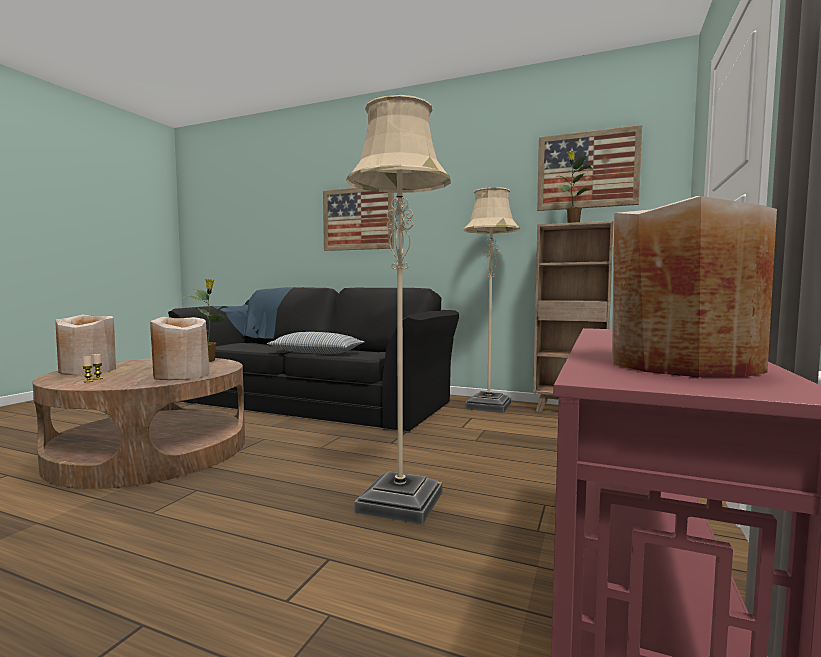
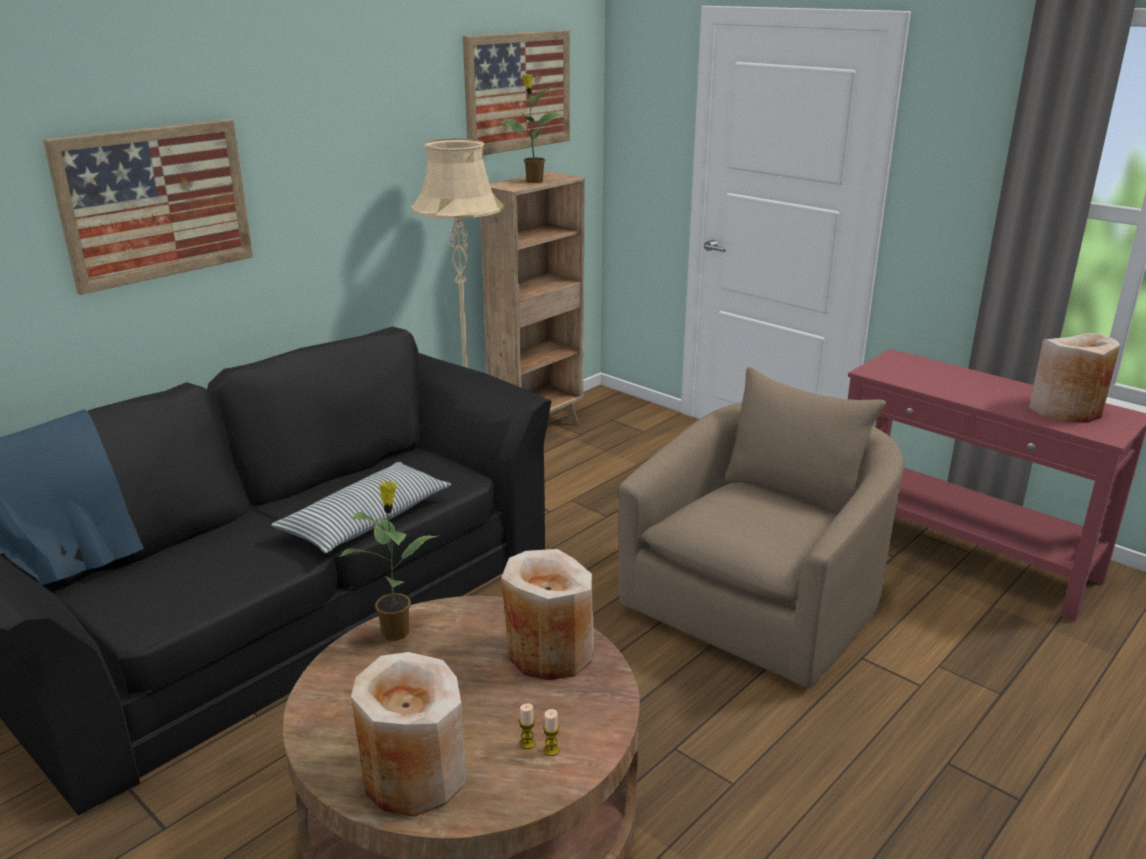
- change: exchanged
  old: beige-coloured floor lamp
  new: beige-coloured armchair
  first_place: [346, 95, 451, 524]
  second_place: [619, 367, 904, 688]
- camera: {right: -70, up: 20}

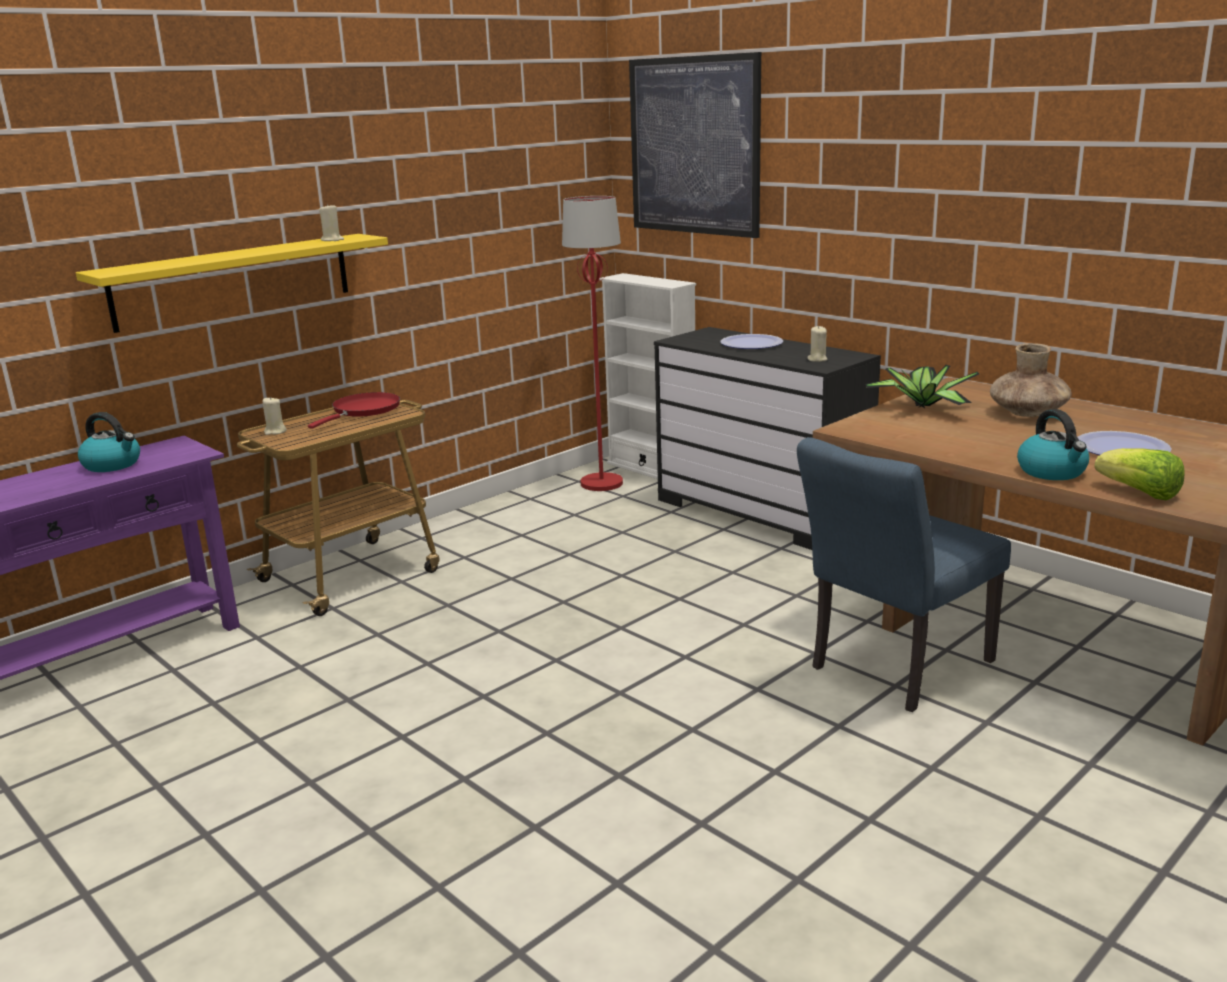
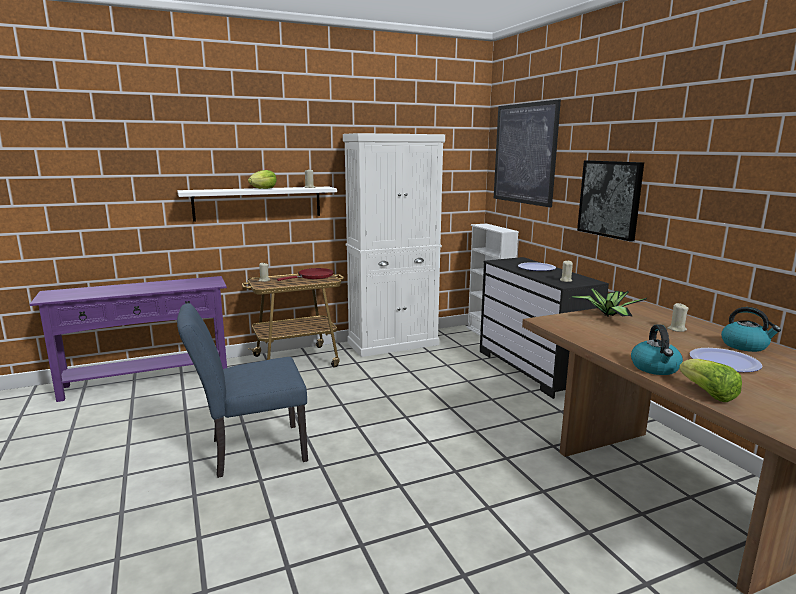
- change: missing
  old: red-coloured floor lamp
  first_place: [562, 196, 623, 491]
- change: colour
  old: yellow bracket shelf
  new: whitish bracket shelf
  first_place: [76, 234, 388, 333]
  second_place: [177, 186, 337, 222]
- change: exchanged
  old: brown-coloured vase
  new: beige-coloured wax candle
  first_place: [990, 343, 1072, 417]
  second_place: [667, 303, 689, 332]
- change: relocated
  old: water kettle
  first_place: [78, 412, 140, 472]
  second_place: [721, 307, 781, 352]
- change: relocated
  old: blue-coloured plain chair
  first_place: [797, 437, 1011, 712]
  second_place: [177, 303, 308, 478]
- change: appeared
  new: whitish storage cabinet
  second_place: [343, 133, 445, 357]
- change: appeared
  new: picture
  second_place: [577, 160, 644, 242]
- change: appeared
  new: head of lettuce
  second_place: [248, 170, 277, 189]
- camera: {right: 20, up: -5}

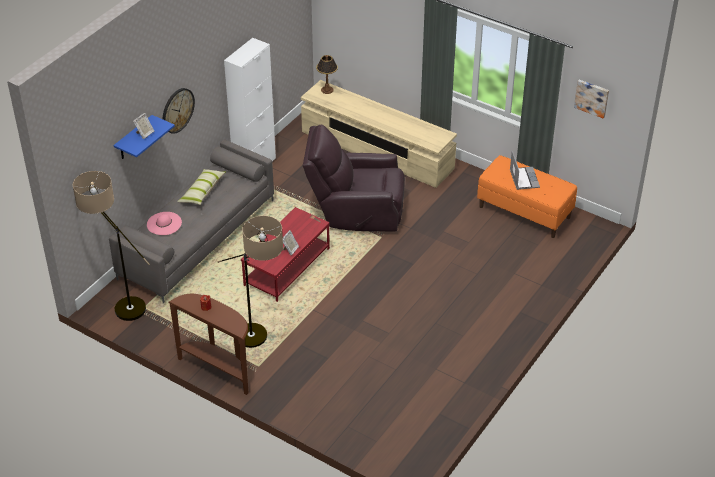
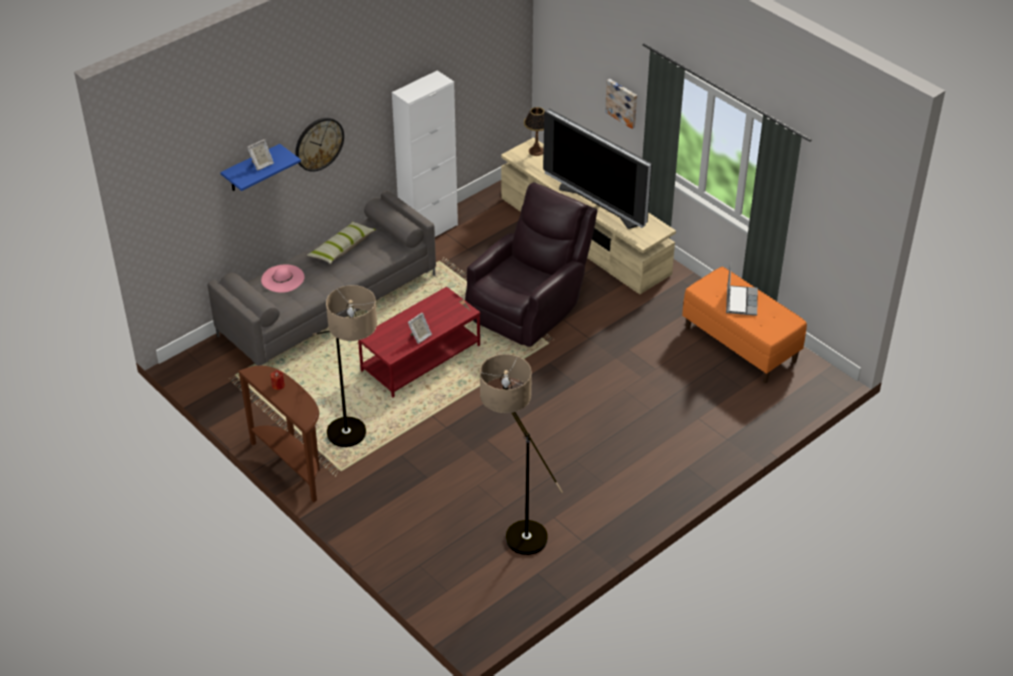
- change: relocated
  old: picture
  first_place: [574, 80, 609, 118]
  second_place: [605, 79, 637, 129]
- change: spun
  old: brown-coloured armchair
  first_place: [303, 124, 405, 231]
  second_place: [465, 182, 597, 347]
  degrees: 105
- change: relocated
  old: floor lamp
  first_place: [73, 171, 150, 321]
  second_place: [480, 354, 563, 555]
- change: appeared
  new: television
  second_place: [543, 109, 652, 229]
- camera: {right: 15, up: 0}

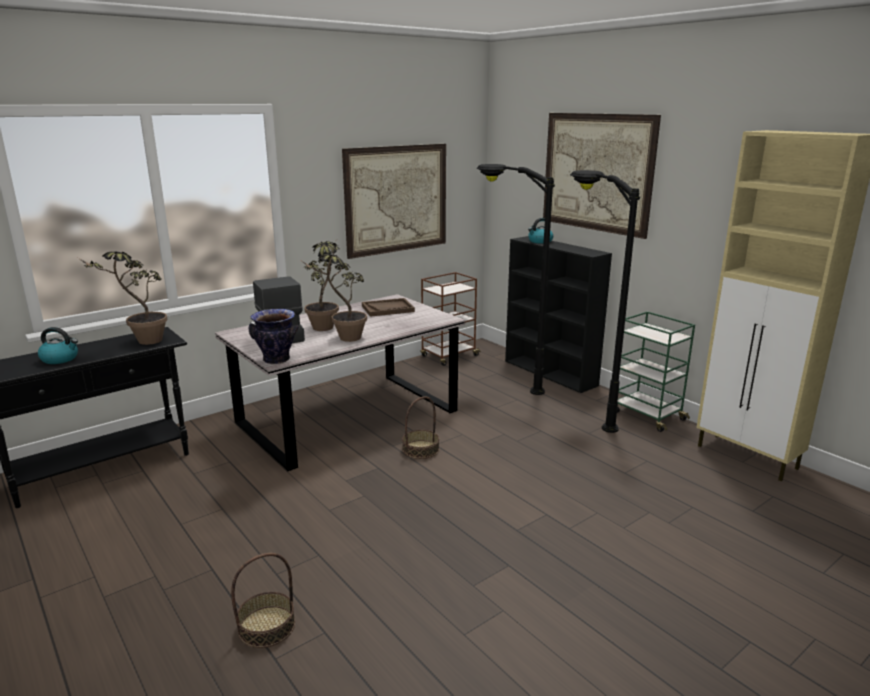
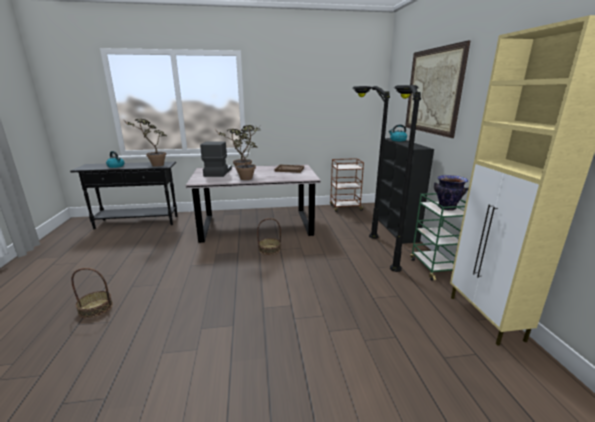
- change: missing
  old: picture
  first_place: [342, 144, 446, 259]
- change: relocated
  old: vase
  first_place: [249, 309, 299, 364]
  second_place: [434, 175, 469, 211]
- camera: {right: 30, up: 0}

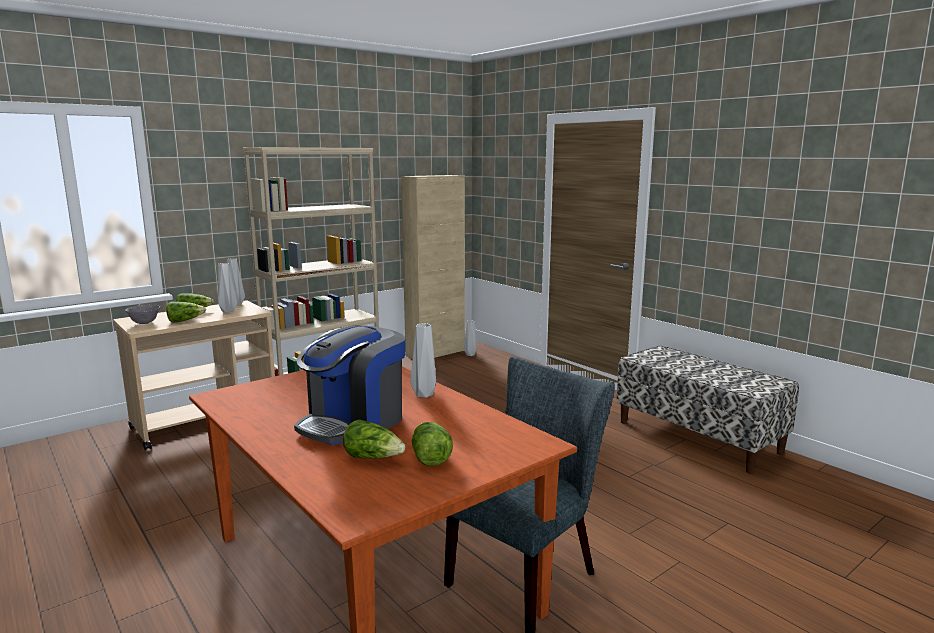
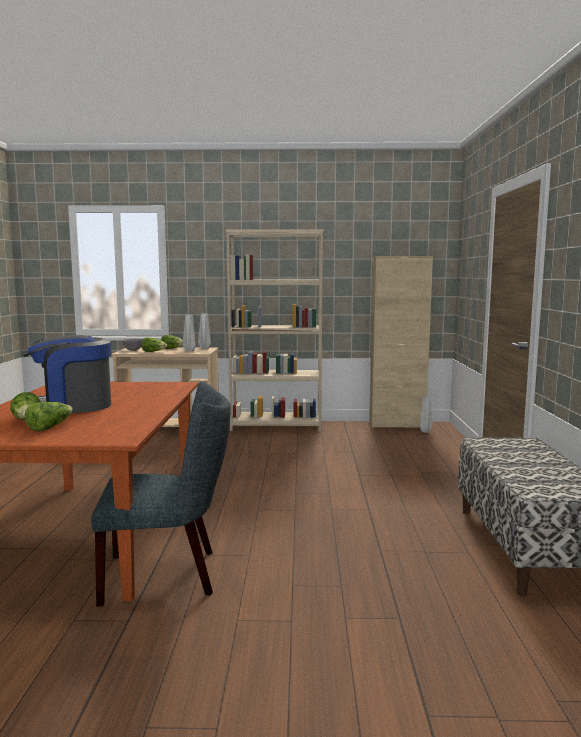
- change: missing
  old: gray vase
  first_place: [410, 323, 436, 398]
- camera: {right: 40, up: -5}

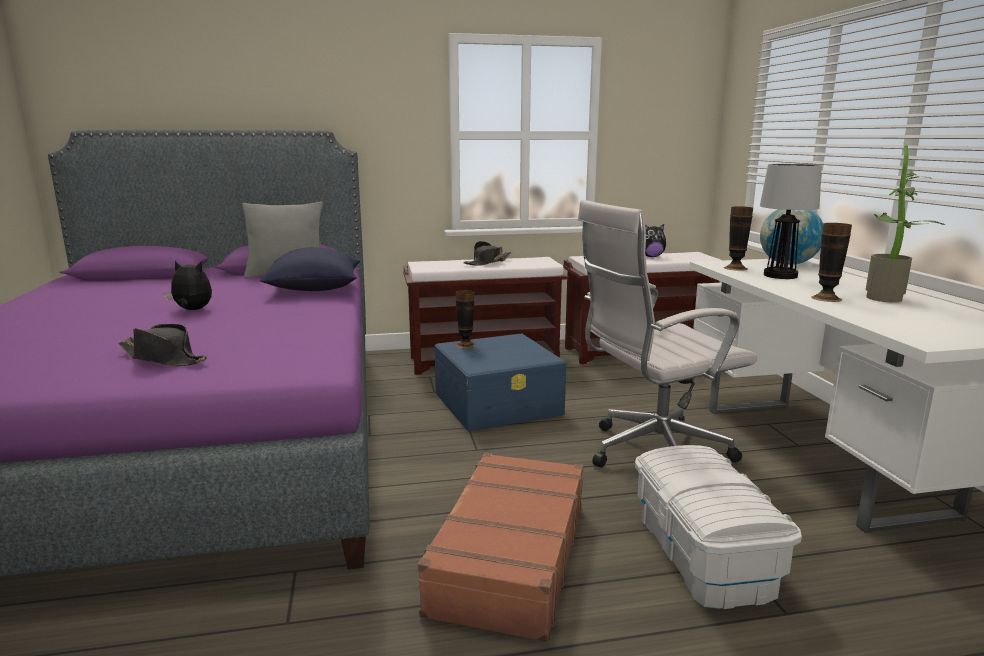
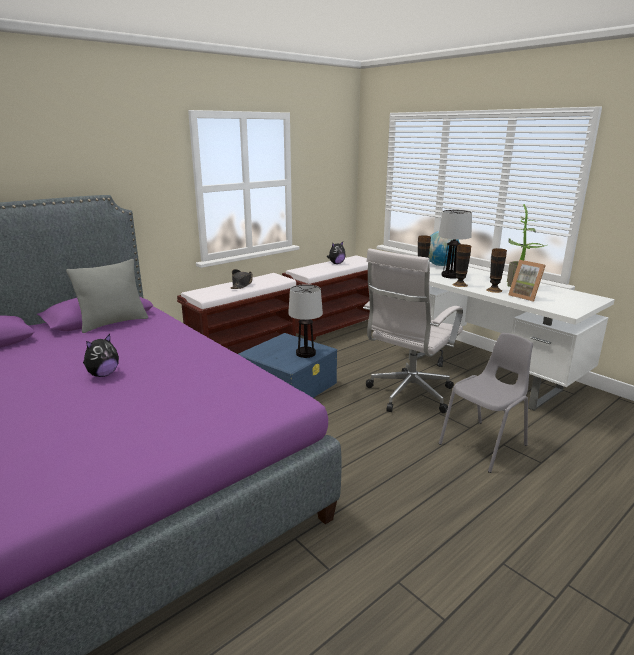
- change: missing
  old: blue-coloured pillow
  first_place: [260, 248, 360, 291]
- change: spun
  old: soft toy
  first_place: [164, 261, 212, 310]
  second_place: [83, 334, 119, 377]
  degrees: 150
- change: relocated
  old: vase
  first_place: [455, 290, 476, 348]
  second_place: [452, 244, 471, 287]
- change: missing
  old: black-coloured wearable hat
  first_place: [119, 324, 208, 366]
- change: exchanged
  old: whitish storage box
  new: gray plain chair
  first_place: [635, 445, 802, 609]
  second_place: [439, 333, 533, 473]
- change: missing
  old: brown-coloured travel case
  first_place: [417, 453, 583, 642]
- change: appeared
  new: photo frame
  second_place: [508, 260, 546, 302]
- change: appeared
  new: lamp for a table
  second_place: [288, 284, 323, 358]
- camera: {right: -30, up: 5}

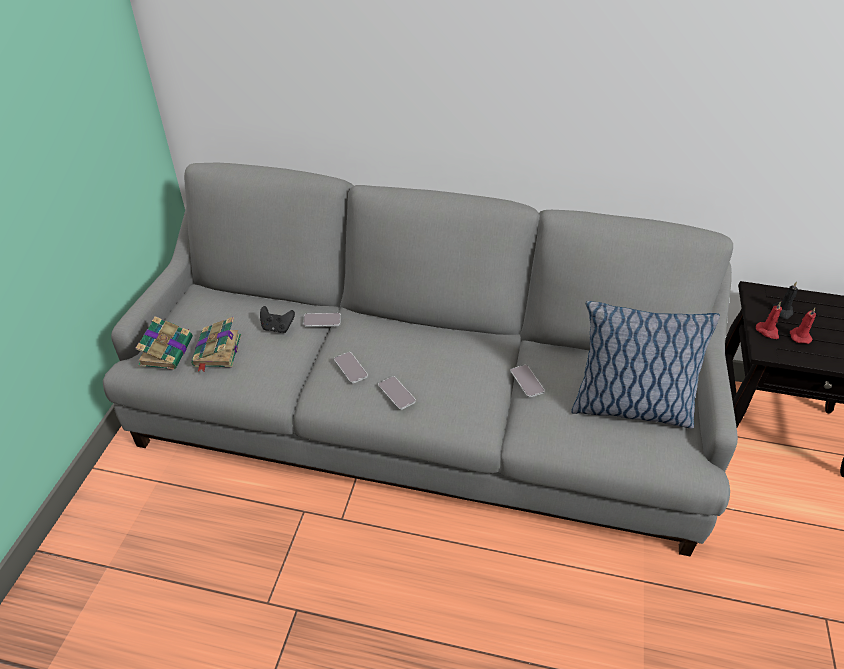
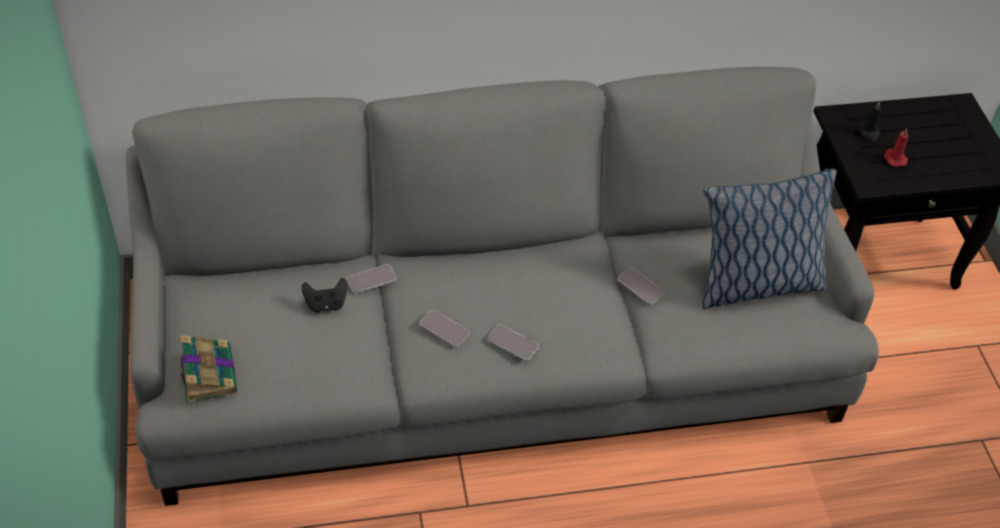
- change: missing
  old: red-coloured wax candle
  first_place: [756, 302, 782, 339]
- change: missing
  old: bound book
  first_place: [191, 317, 241, 372]
- camera: {right: -25, up: 5}

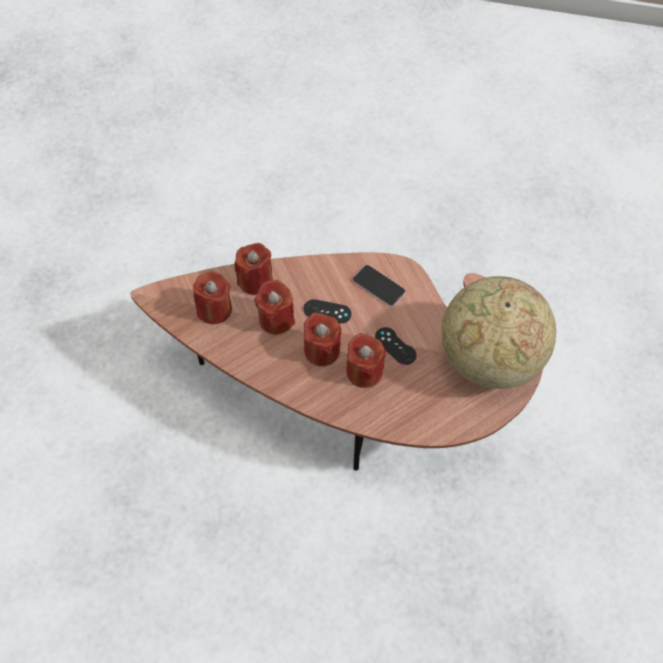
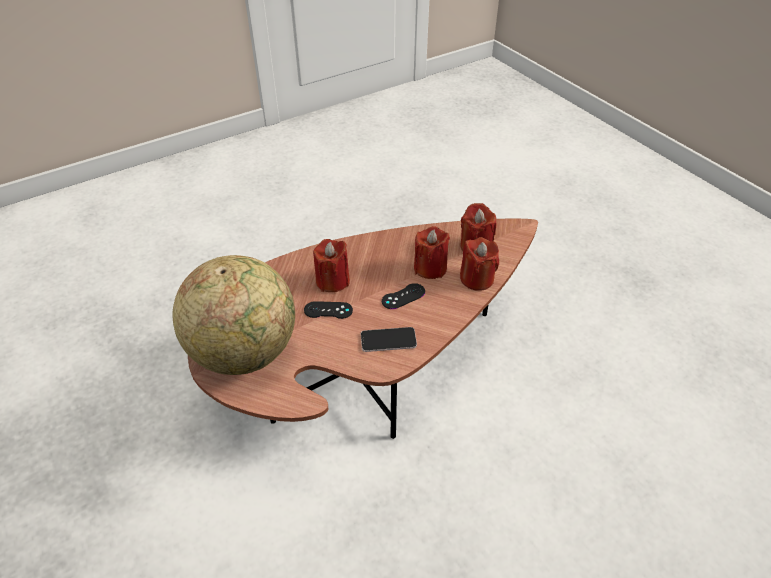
- change: missing
  old: red-coloured wax candle
  first_place: [304, 312, 342, 366]
- camera: {right: 135, up: -15}

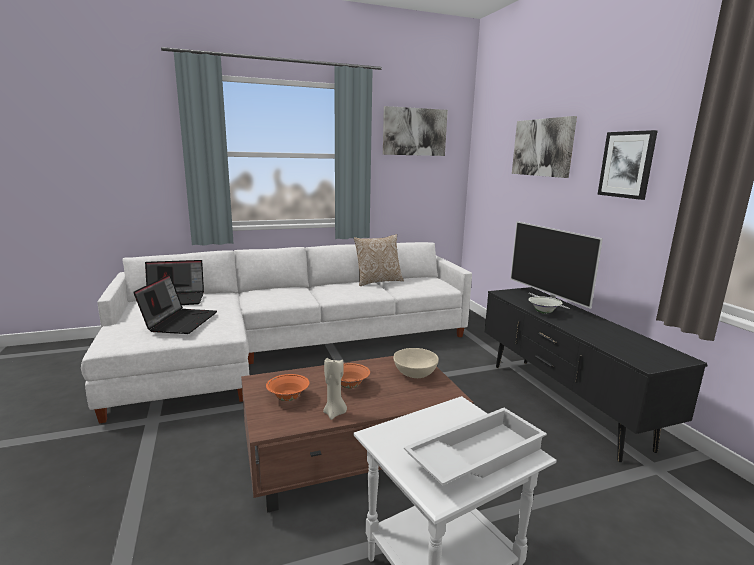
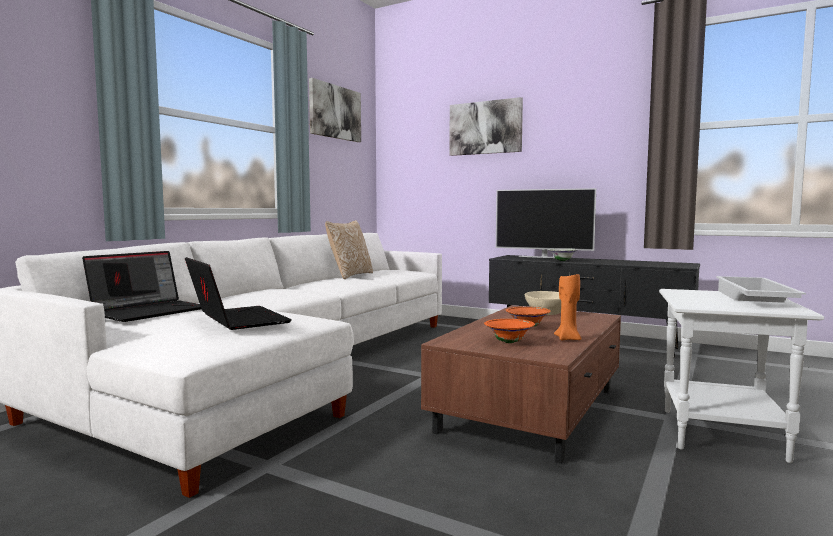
- change: missing
  old: picture
  first_place: [598, 130, 658, 200]
- change: colour
  old: beige-coloured wax candle
  new: orangey wax candle
  first_place: [323, 358, 347, 420]
  second_place: [554, 274, 581, 340]
- camera: {right: -40, up: -10}

